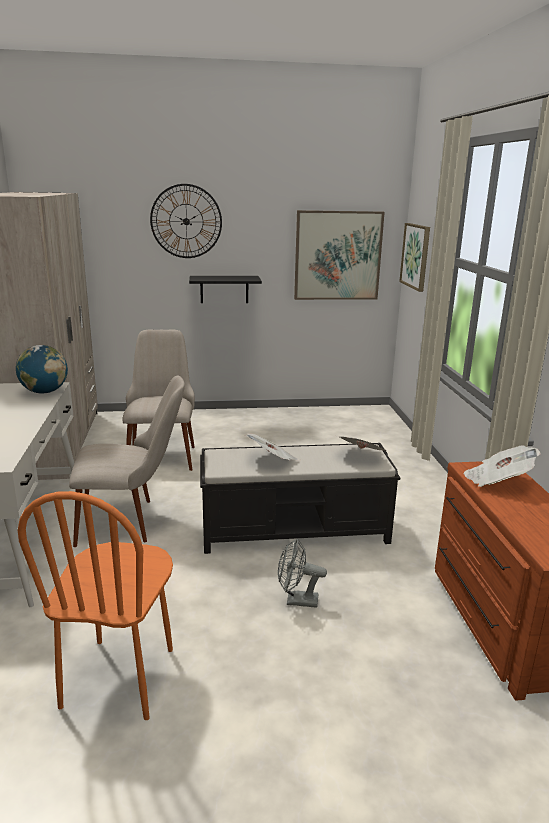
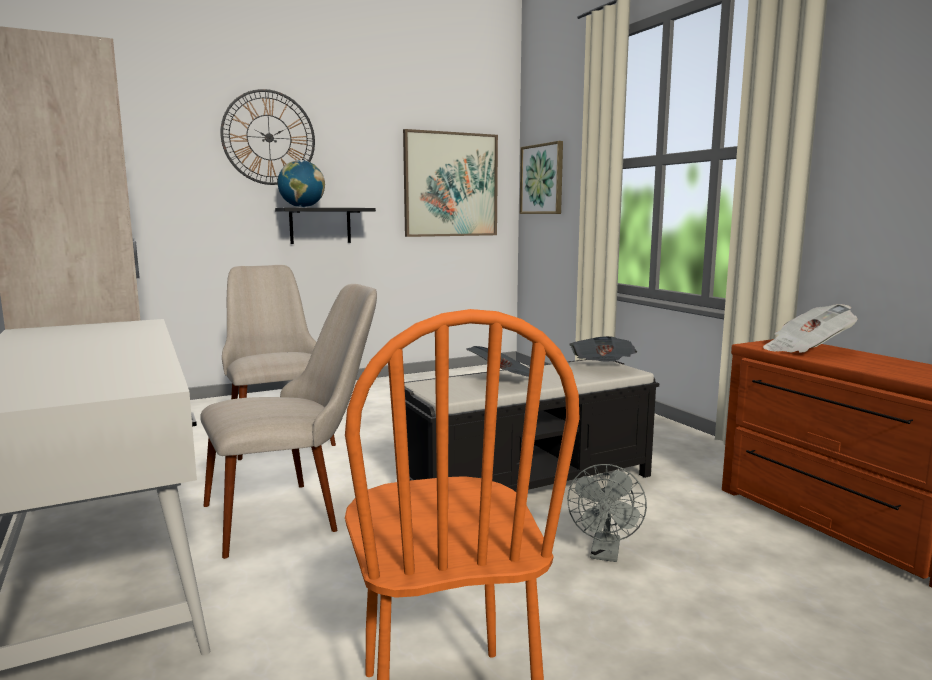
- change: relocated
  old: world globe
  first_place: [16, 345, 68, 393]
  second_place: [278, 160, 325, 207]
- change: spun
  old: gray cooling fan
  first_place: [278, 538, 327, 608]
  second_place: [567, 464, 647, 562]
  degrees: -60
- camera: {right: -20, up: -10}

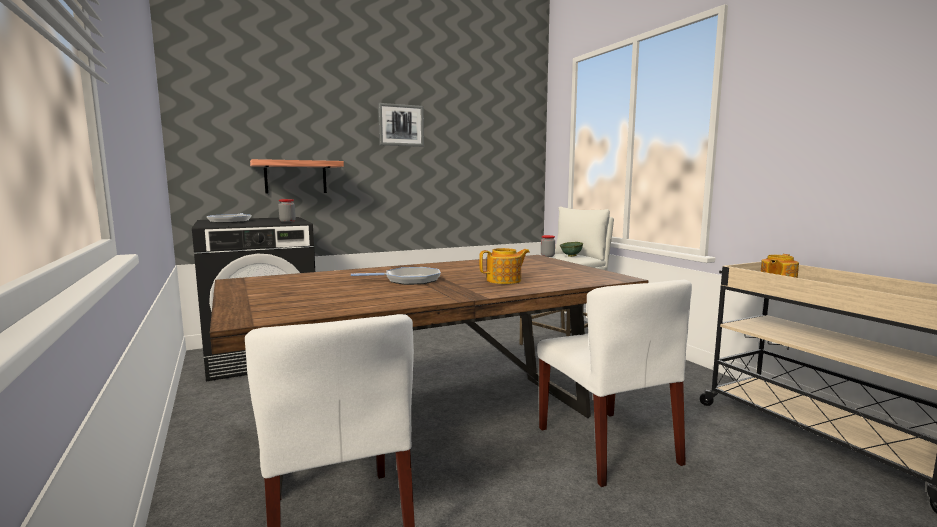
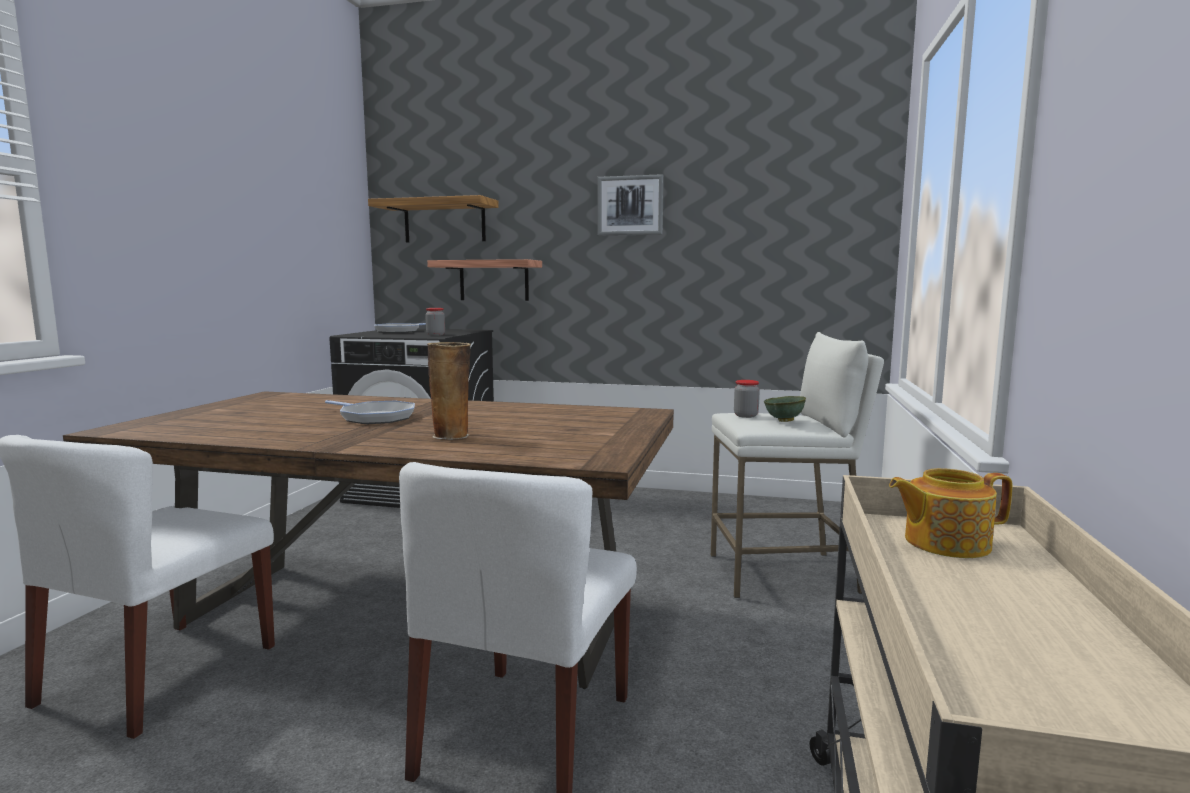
- change: exchanged
  old: teapot
  new: vase
  first_place: [479, 248, 530, 284]
  second_place: [427, 342, 471, 440]
- change: appeared
  new: bracket shelf
  second_place: [368, 195, 499, 243]
- camera: {right: 40, up: 0}

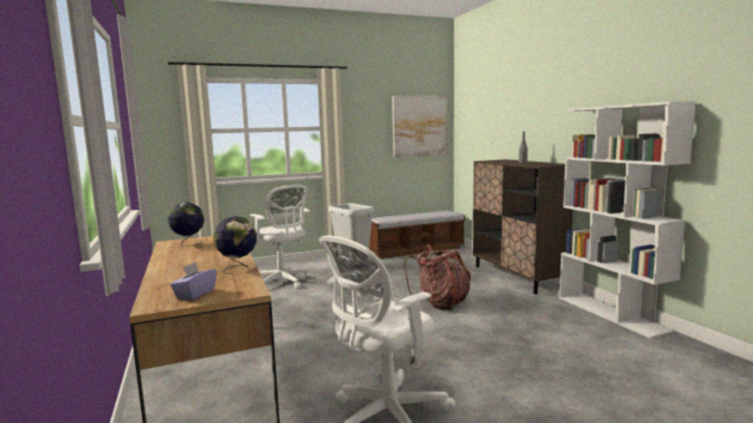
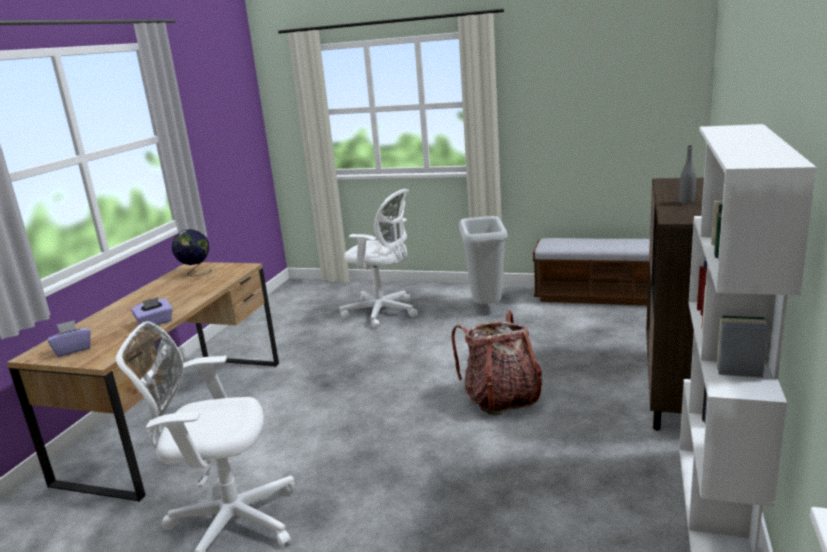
- change: missing
  old: picture
  first_place: [392, 96, 447, 158]
- change: spun
  old: whitish computer chair
  first_place: [250, 185, 313, 289]
  second_place: [339, 189, 418, 328]
  degrees: -60
- change: exchanged
  old: world globe
  new: purple-coloured tissue box
  first_place: [214, 216, 257, 274]
  second_place: [131, 297, 173, 325]
- camera: {right: 40, up: 10}

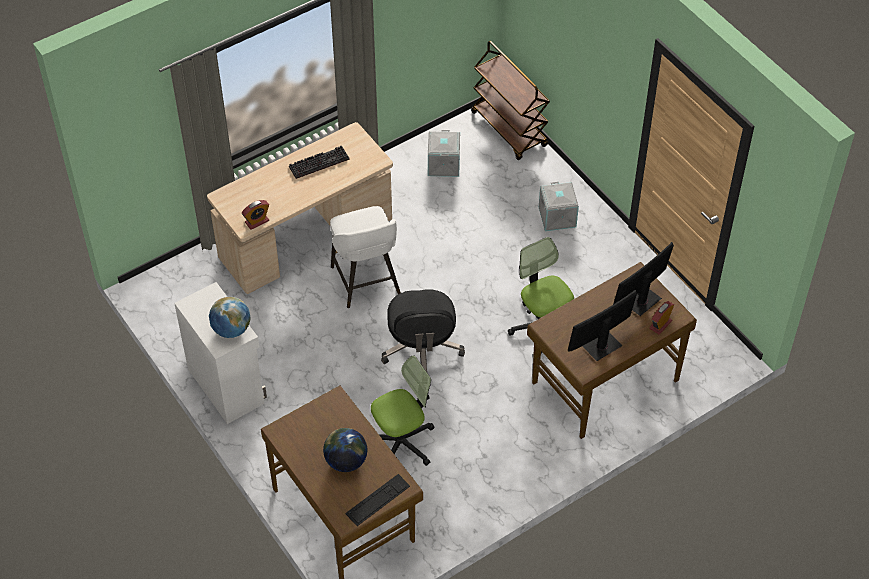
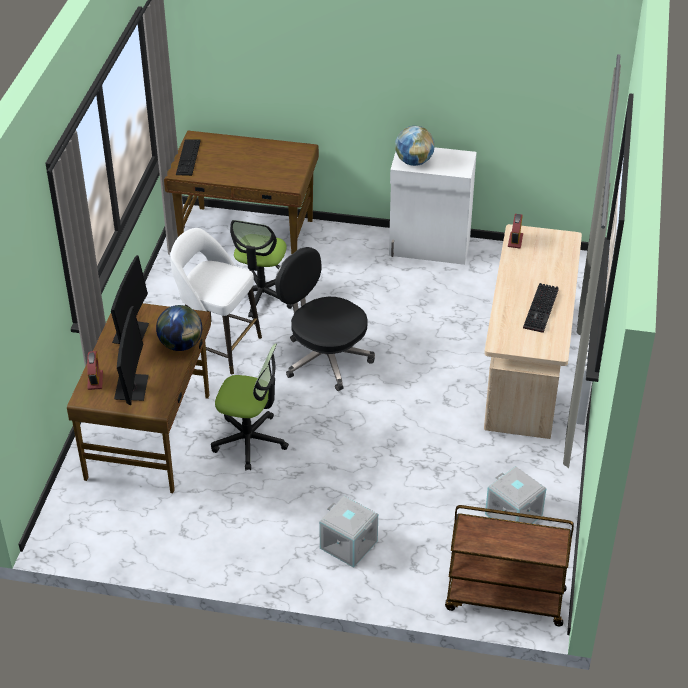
- change: relocated
  old: whitish stool
  first_place: [330, 206, 401, 308]
  second_place: [170, 228, 262, 374]
- change: relocated
  old: world globe
  first_place: [323, 428, 367, 472]
  second_place: [156, 305, 202, 351]
- camera: {right: 135, up: -10}

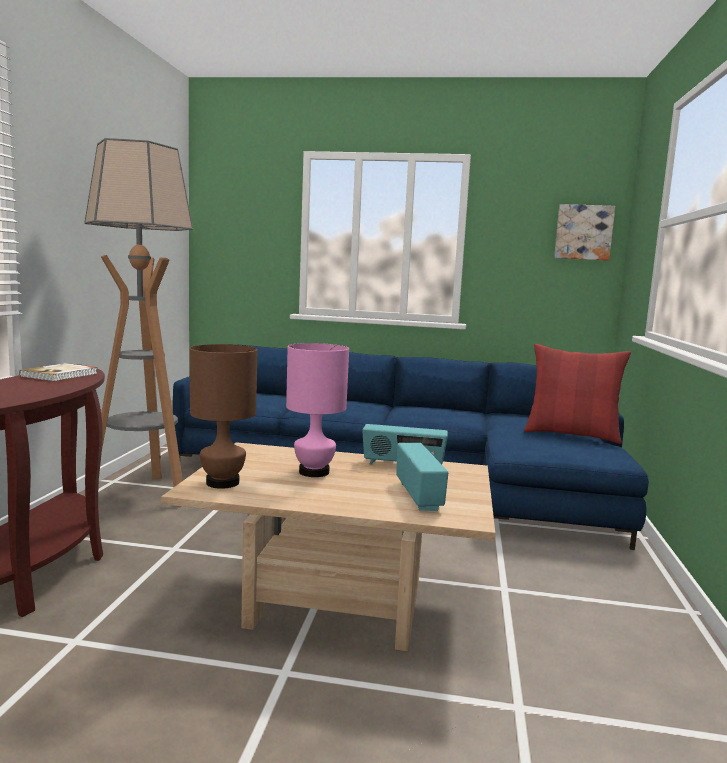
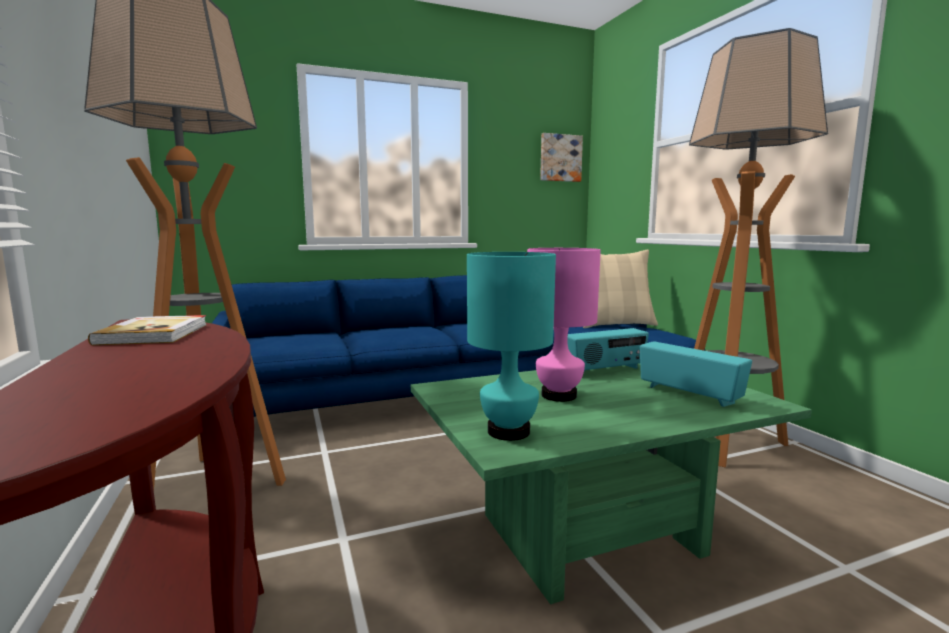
- change: colour
  old: brown-coloured lamp for a table
  new: blue-green lamp for a table
  first_place: [190, 344, 258, 489]
  second_place: [467, 252, 556, 441]
- change: colour
  old: red-coloured pillow
  new: beige-coloured pillow
  first_place: [524, 344, 631, 444]
  second_place: [583, 250, 658, 328]
- change: colour
  old: beige-coloured coffee table
  new: green-coloured coffee table
  first_place: [161, 442, 495, 651]
  second_place: [411, 363, 812, 604]
- change: appeared
  new: floor lamp
  second_place: [689, 28, 828, 467]
- camera: {right: -30, up: 0}

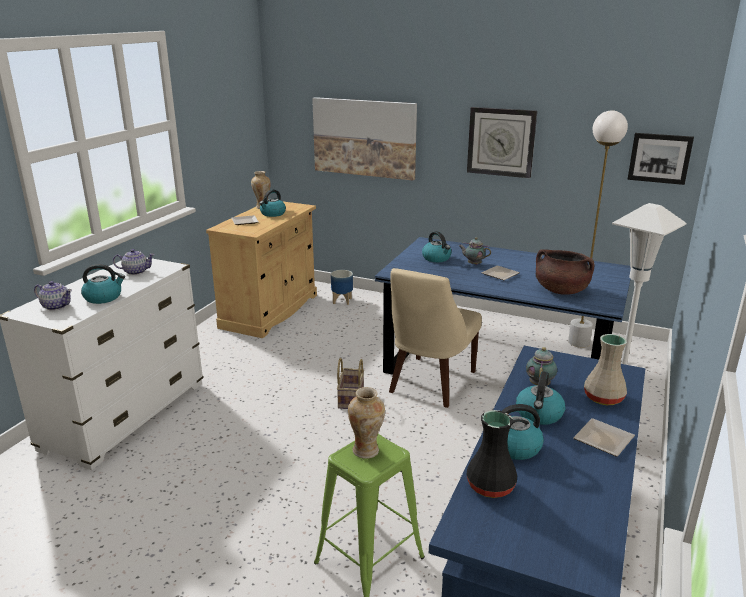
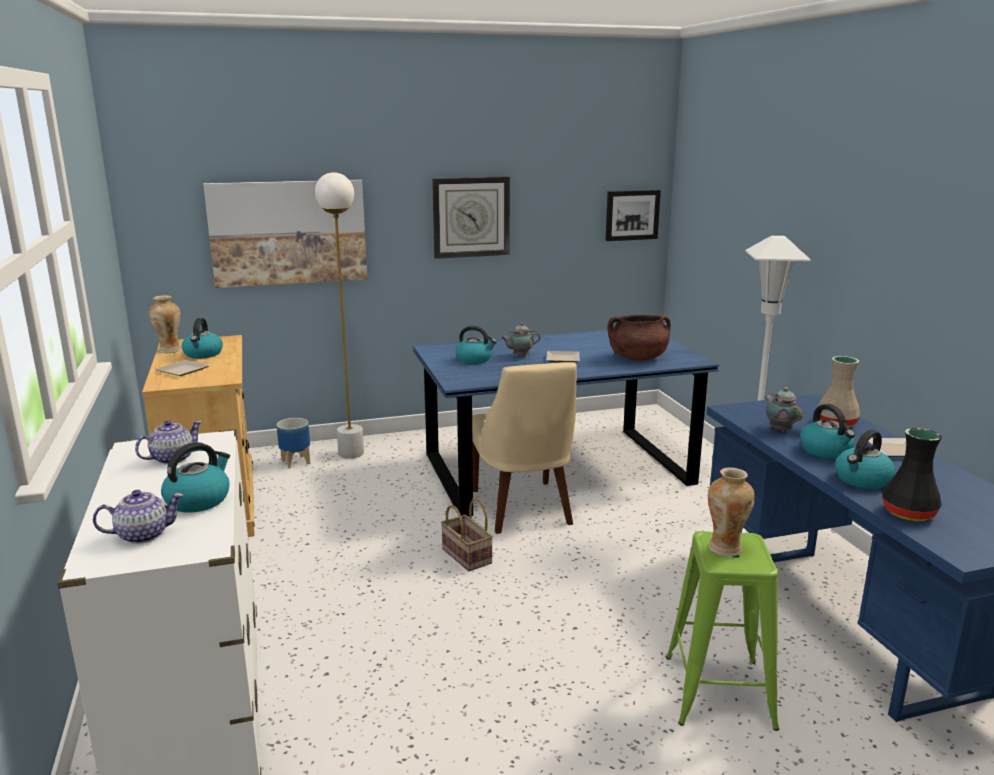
- change: relocated
  old: whitish floor lamp
  first_place: [568, 110, 628, 348]
  second_place: [315, 172, 364, 459]
- camera: {right: -40, up: -5}

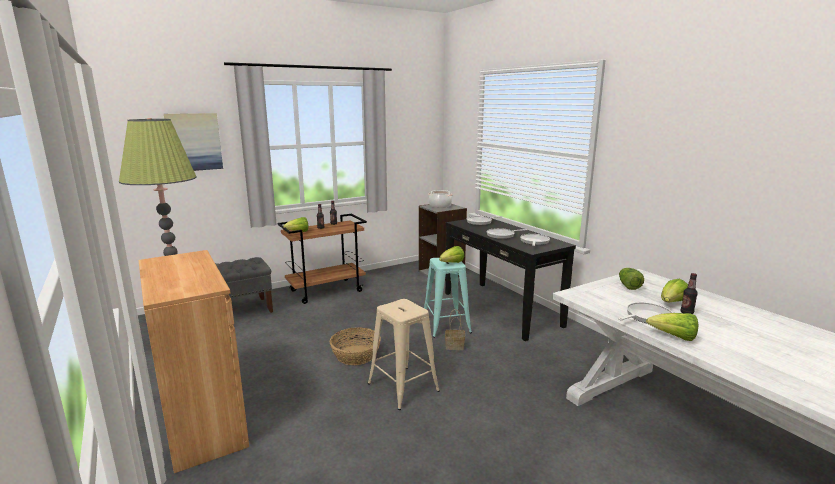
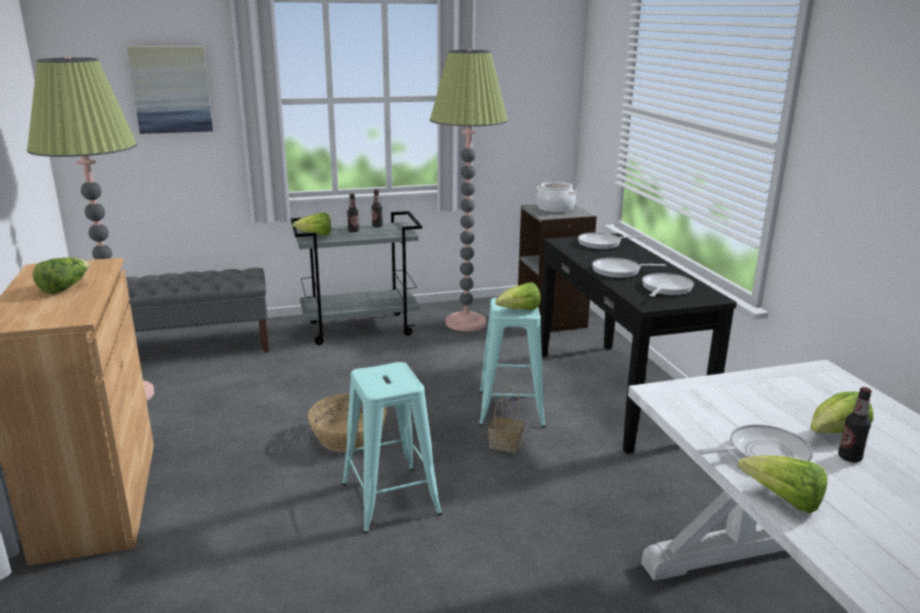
- change: colour
  old: brown-coloured trolley
  new: gray trolley
  first_place: [278, 214, 367, 304]
  second_place: [291, 211, 422, 345]
- change: relocated
  old: head of lettuce
  first_place: [619, 268, 644, 290]
  second_place: [33, 257, 89, 294]
- change: colour
  old: beige-coloured stool
  new: blue-green stool
  first_place: [368, 299, 440, 410]
  second_place: [342, 362, 442, 533]
- change: appeared
  new: floor lamp
  second_place: [430, 49, 508, 331]
- camera: {right: 15, up: 5}

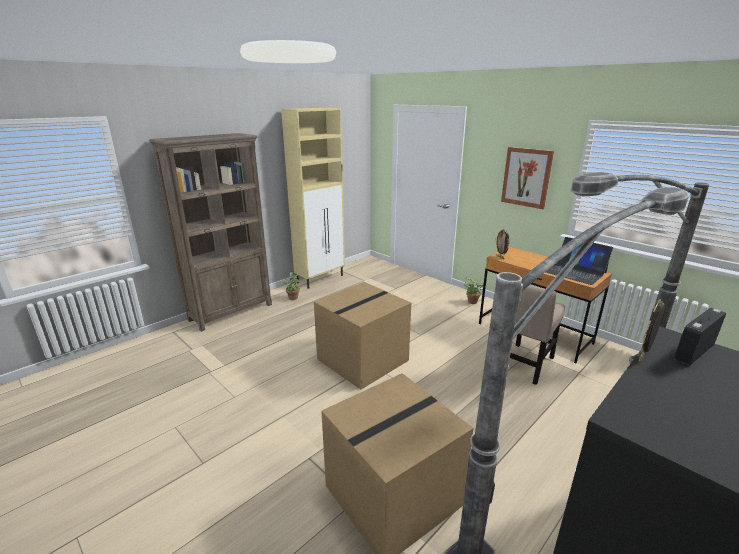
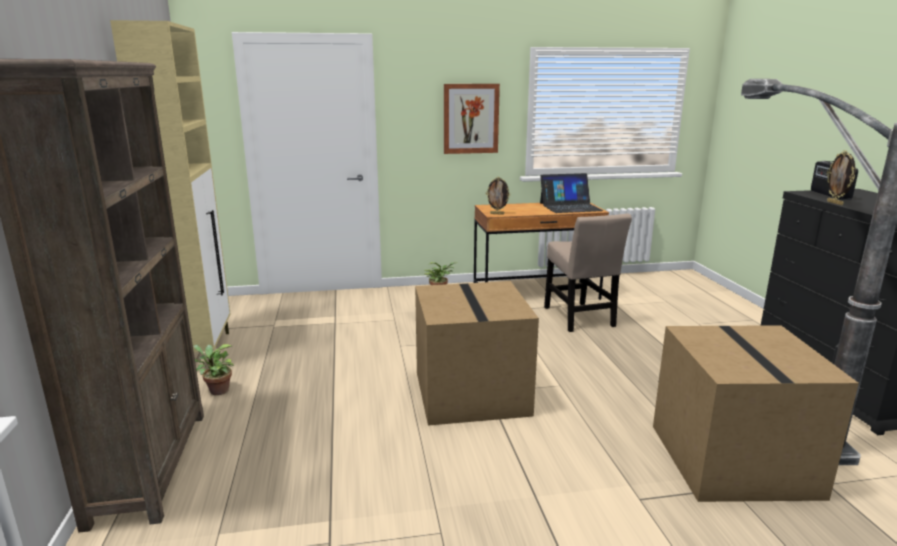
- change: missing
  old: floor lamp
  first_place: [570, 172, 710, 363]
- camera: {right: -55, up: -5}

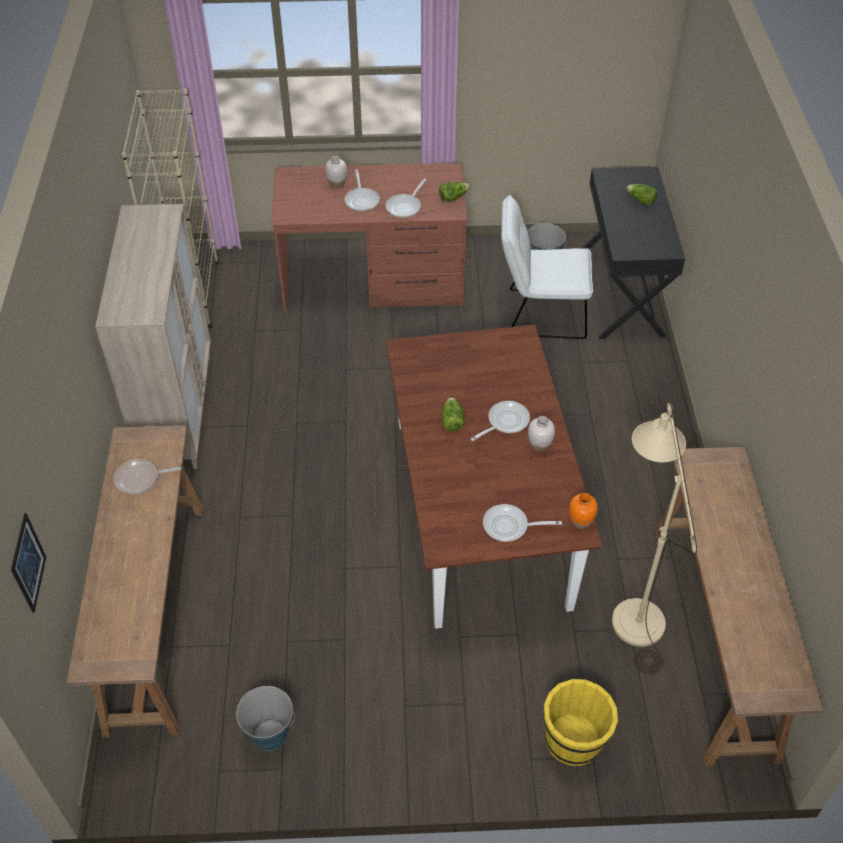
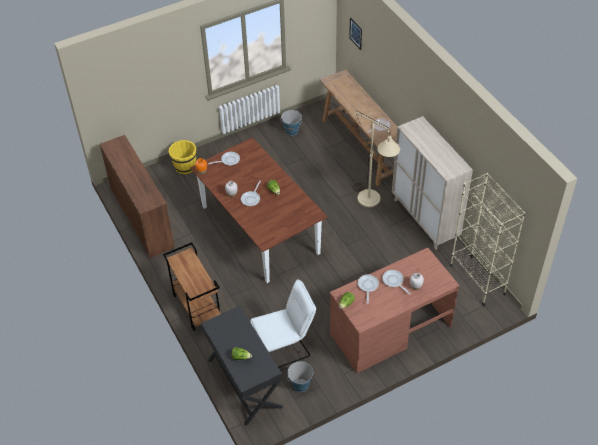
- change: relocated
  old: beige-coloured floor lamp
  first_place: [612, 402, 698, 674]
  second_place: [353, 111, 400, 207]
- change: exchanged
  old: brown-coloured hall table
  new: brown-coloured chest of drawers
  first_place: [655, 447, 823, 767]
  second_place: [100, 135, 175, 258]
- change: appeared
  new: brown-coloured trolley
  second_place: [163, 242, 221, 331]
- camera: {right: 155, up: 0}

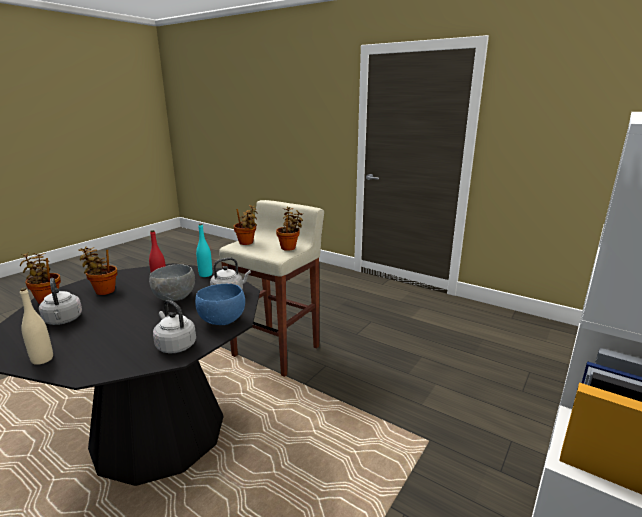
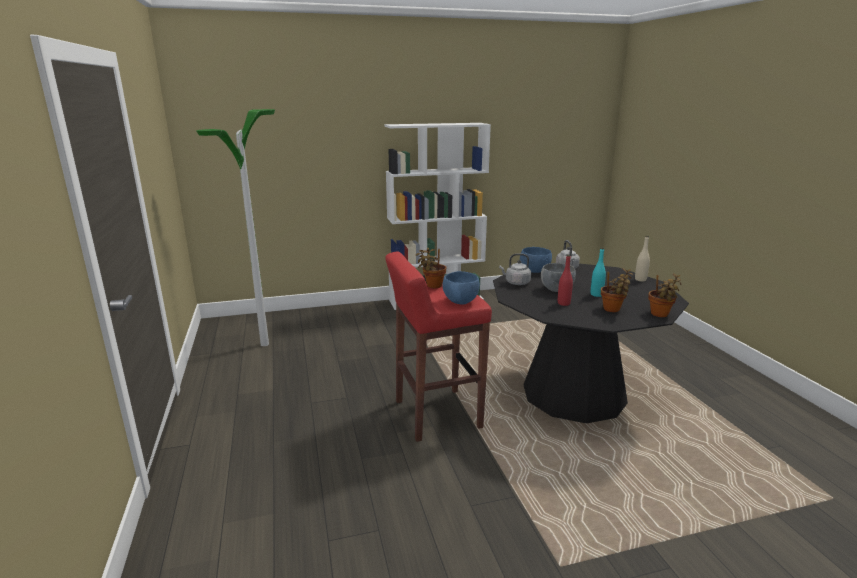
- change: colour
  old: beige-coloured stool
  new: red-coloured stool
  first_place: [219, 200, 324, 377]
  second_place: [385, 251, 492, 442]
- change: exchanged
  old: houseplant
  new: blue-coloured serving bowl
  first_place: [233, 205, 258, 245]
  second_place: [443, 271, 480, 305]
- change: relocated
  old: blue-green bottle
  first_place: [196, 224, 212, 277]
  second_place: [591, 248, 606, 297]
- change: missing
  old: gray water kettle
  first_place: [39, 278, 82, 325]
- change: appeared
  new: floor lamp
  second_place: [196, 109, 275, 346]
- camera: {right: -140, up: 0}

